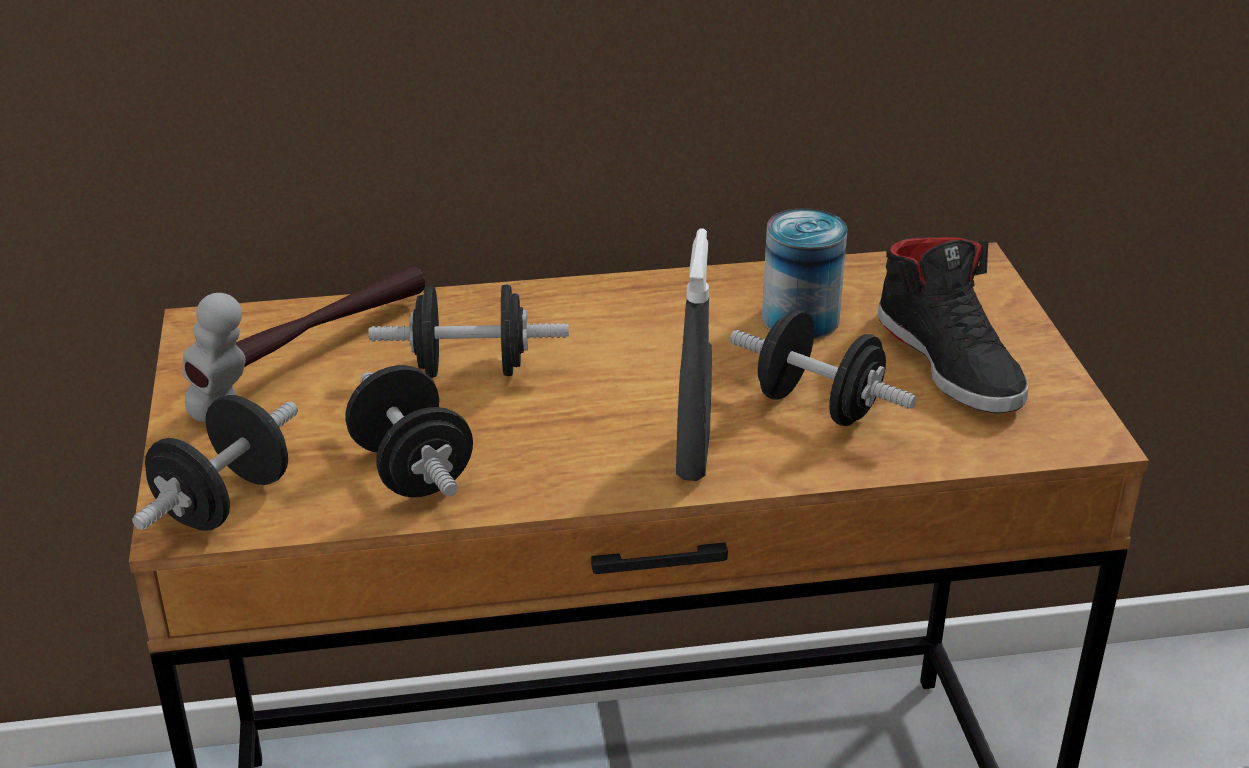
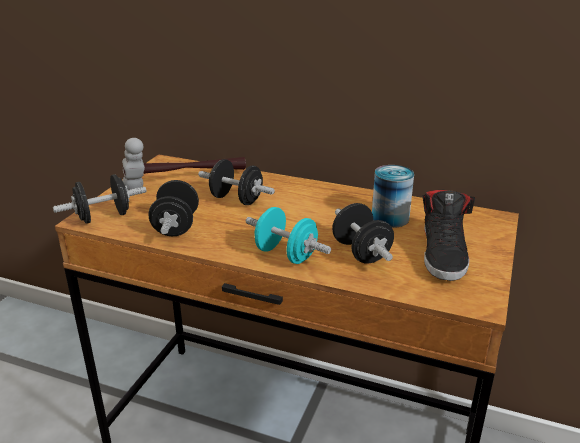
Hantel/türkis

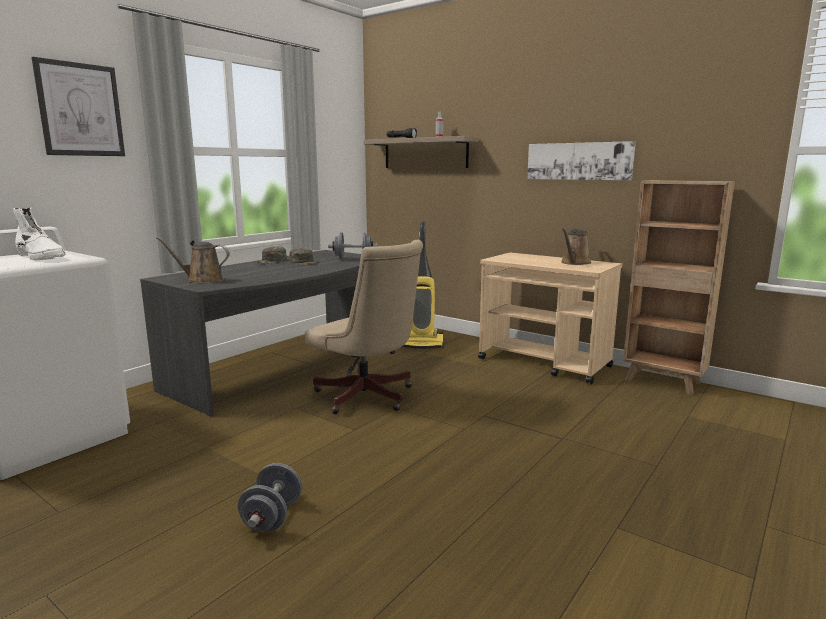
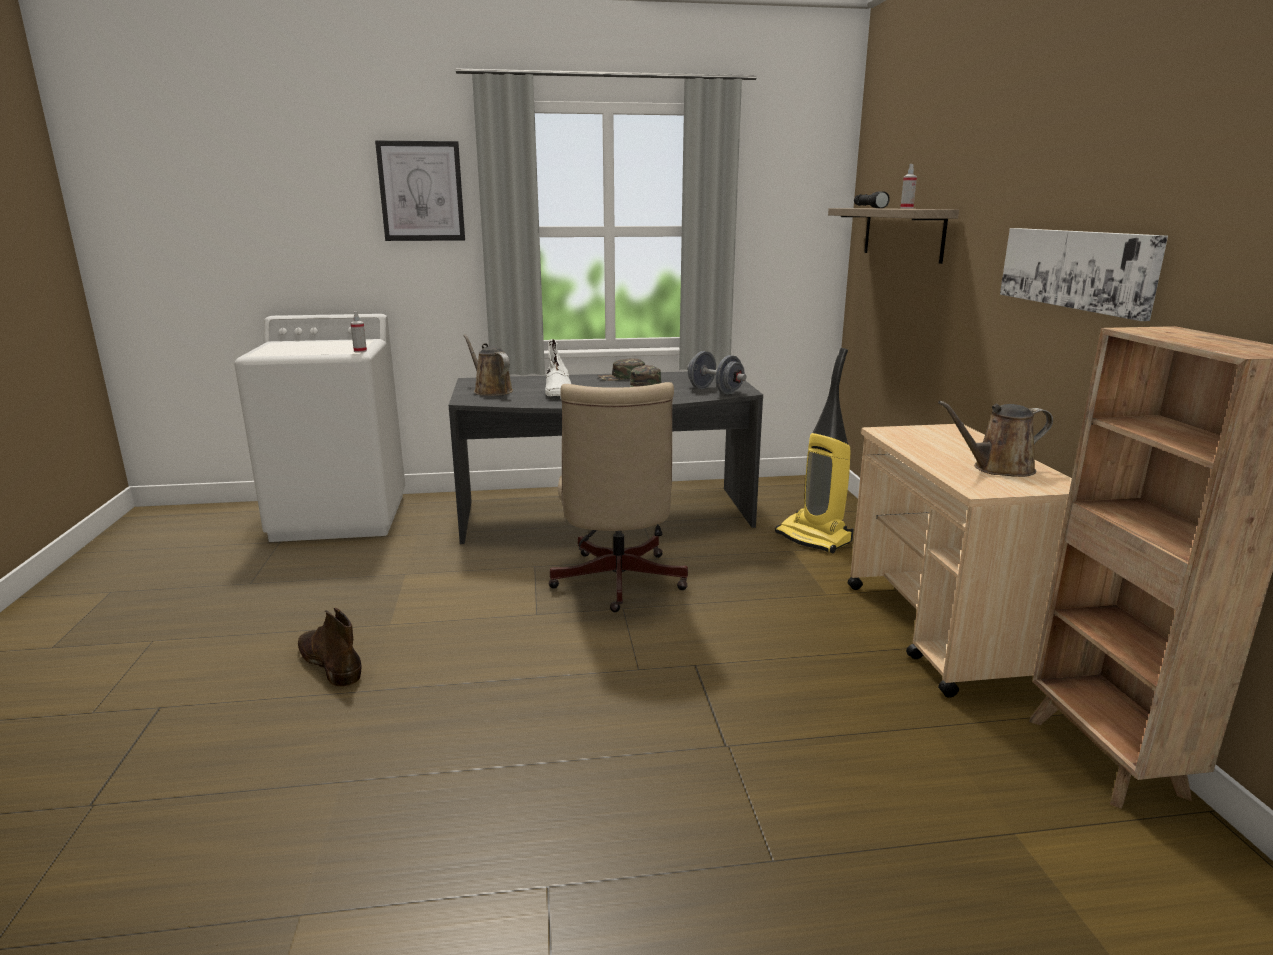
Sprühflasche (no. 1 from left)
Stiefel/weiß
Stiefel/braun

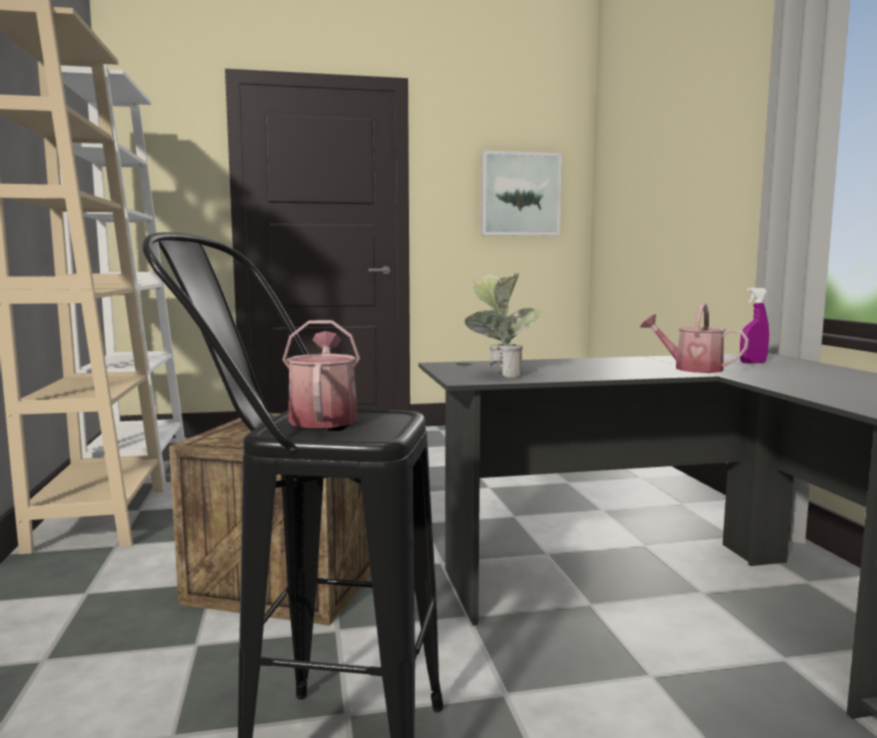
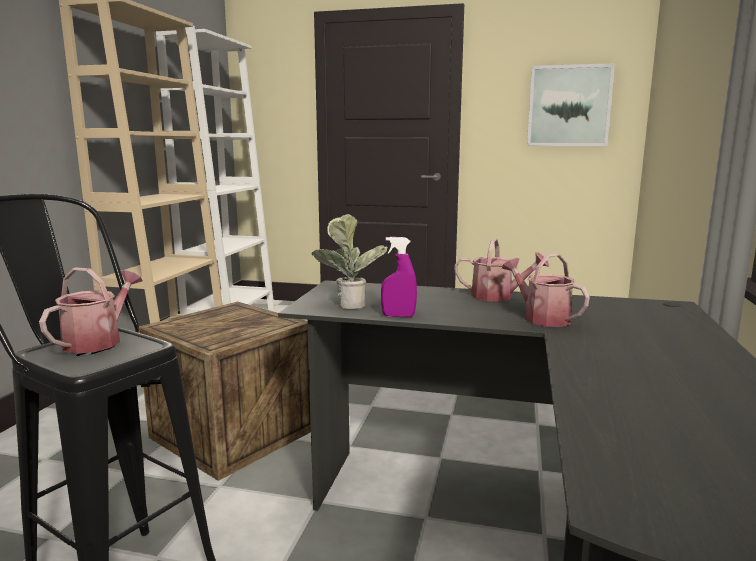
Gießkanne (no. 2 from left)
Sprühflasche/lila

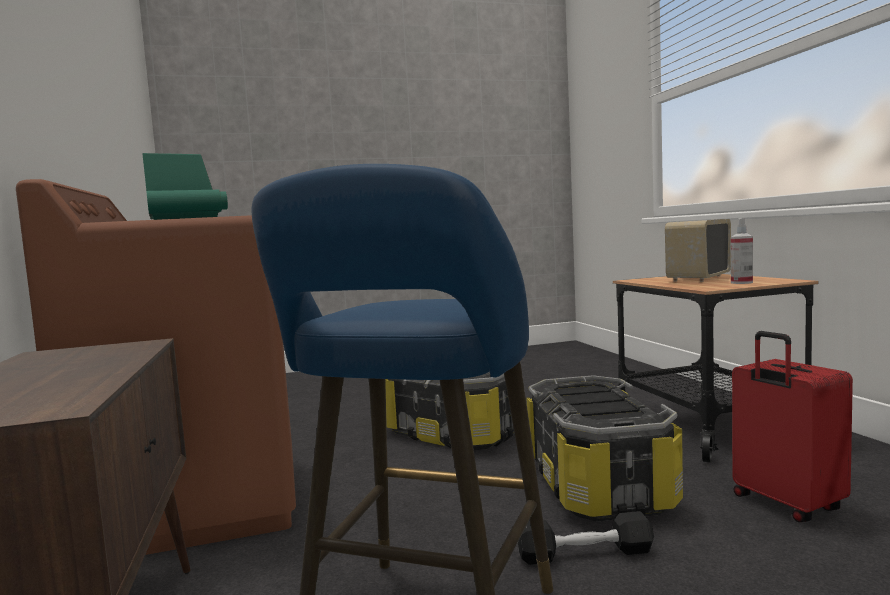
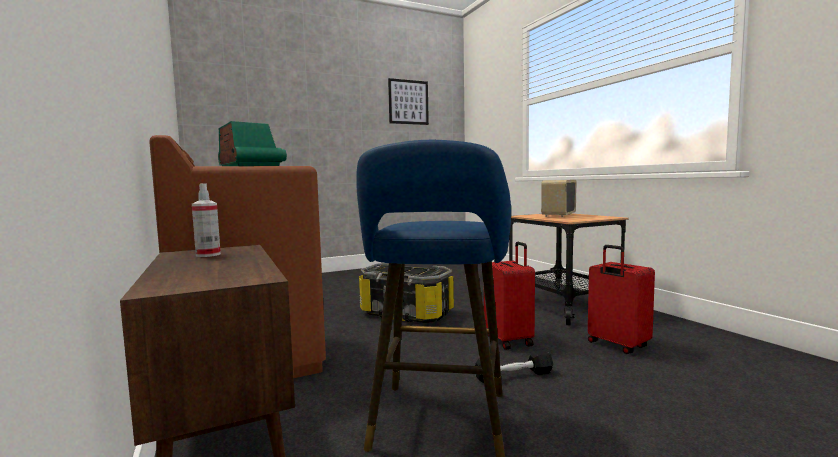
Bild
Sprühflasche
Koffer/rot (no. 1 from left)

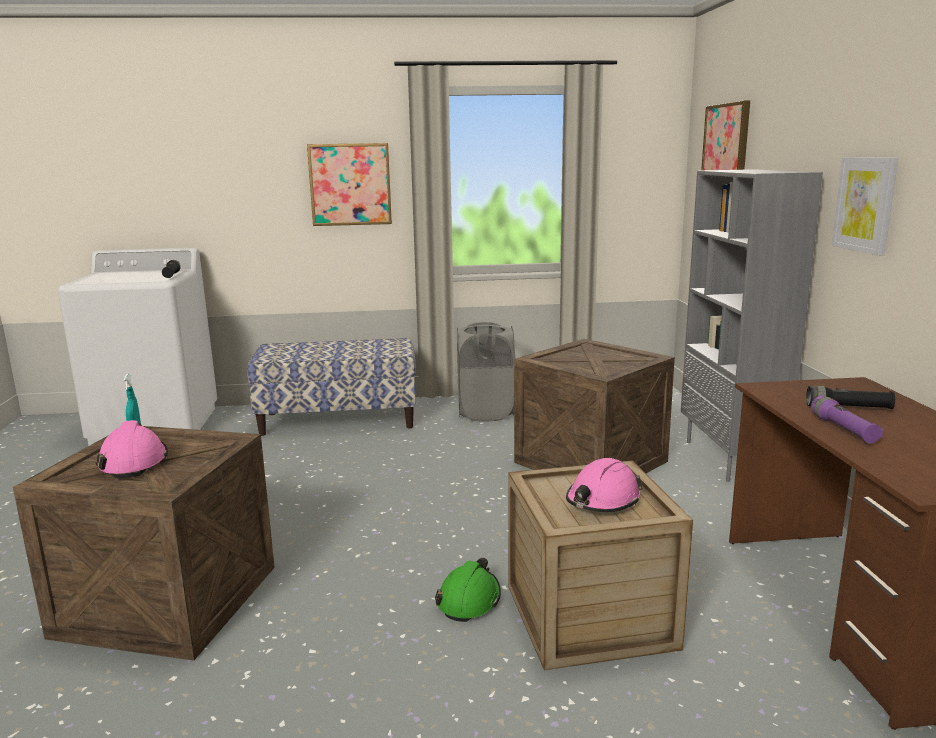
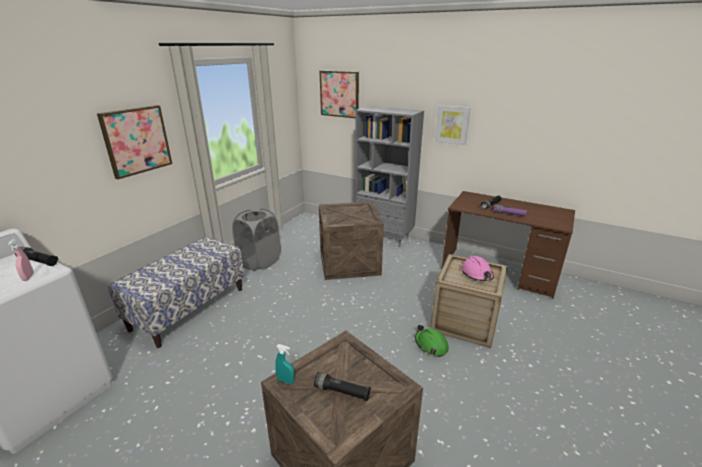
Sprühflasche/rosa
Taschenlampe/schwarz (no. 2 from left)

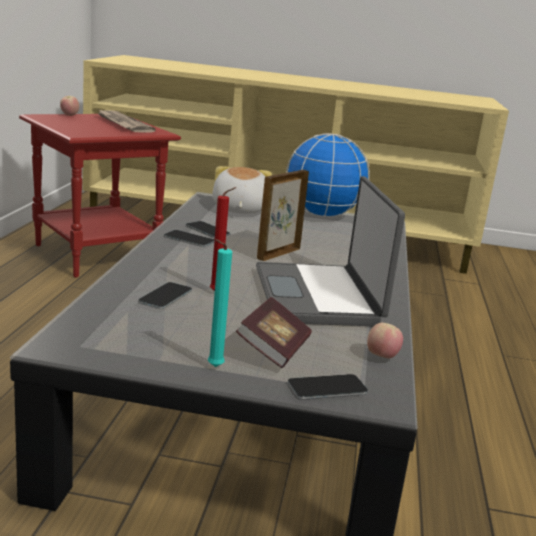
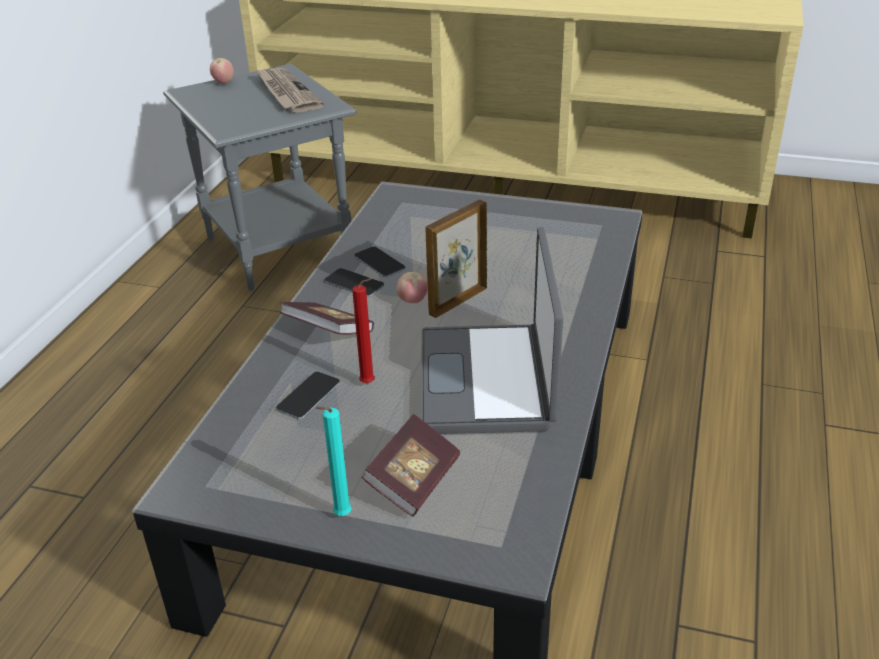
Plüschtier
Globus
Handy (no. 4 from left in the first image)
Buch (no. 1 from left)
Apfel (no. 2 from left)
Beistelltisch/grau

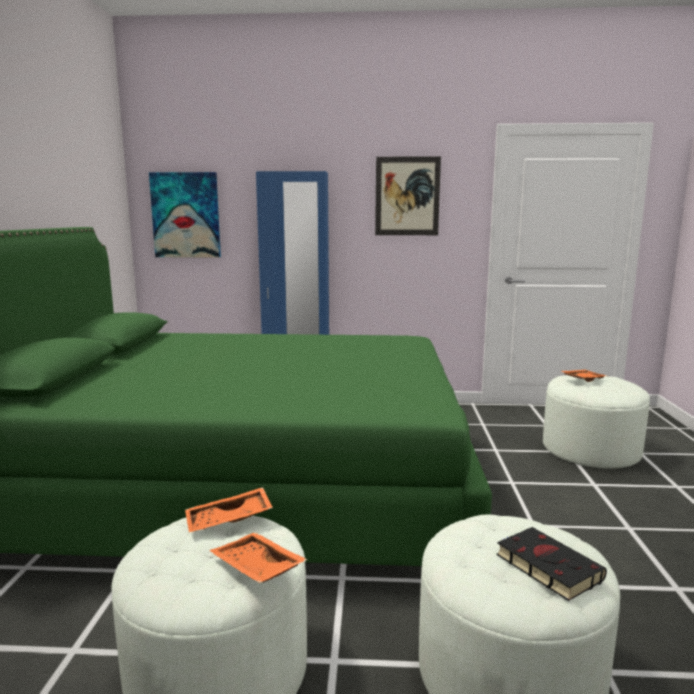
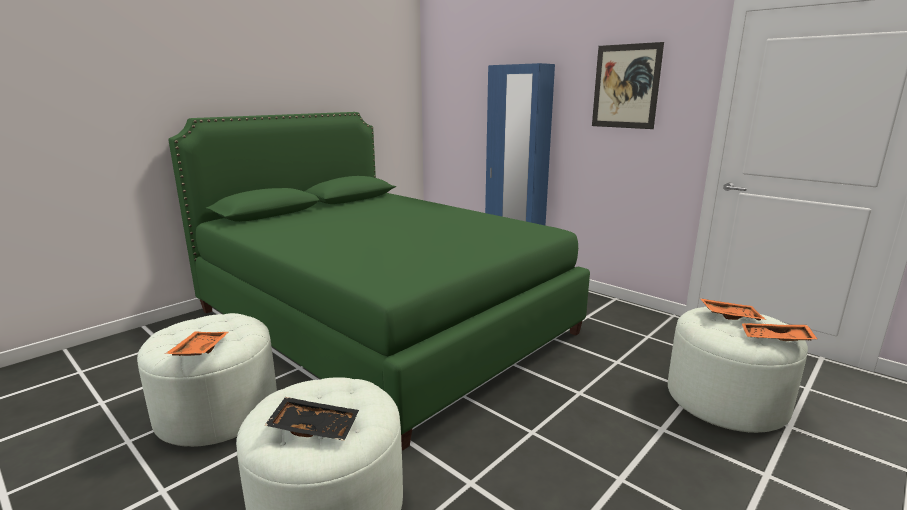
Bild (no. 1 from left in the first image)
Tablett/orange (no. 3 from left)
Tablett/schwarz

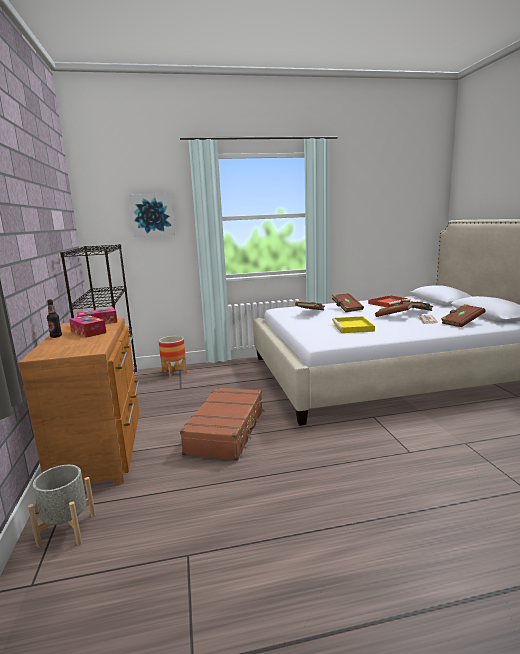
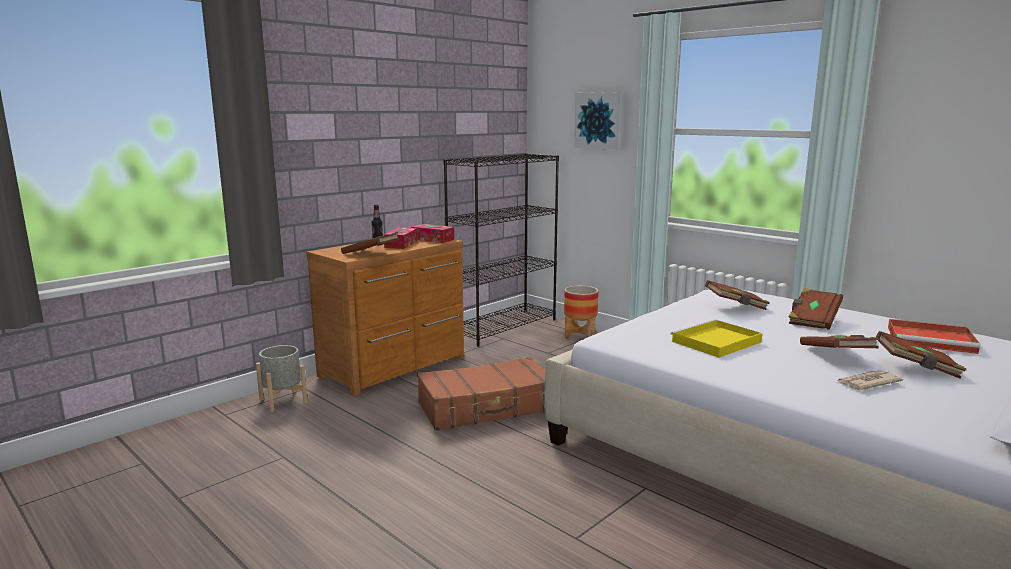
Buch/braun (no. 1 from left)

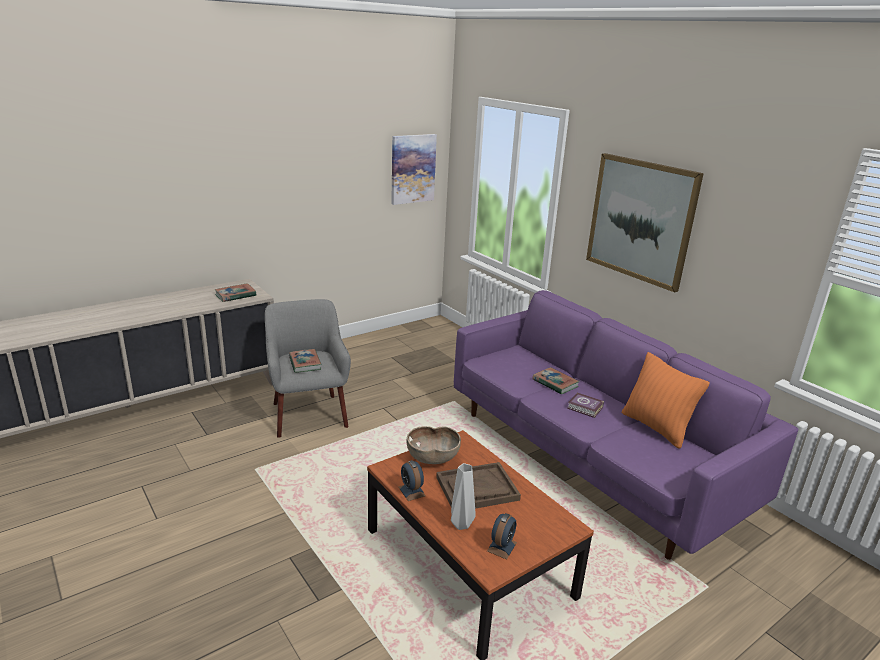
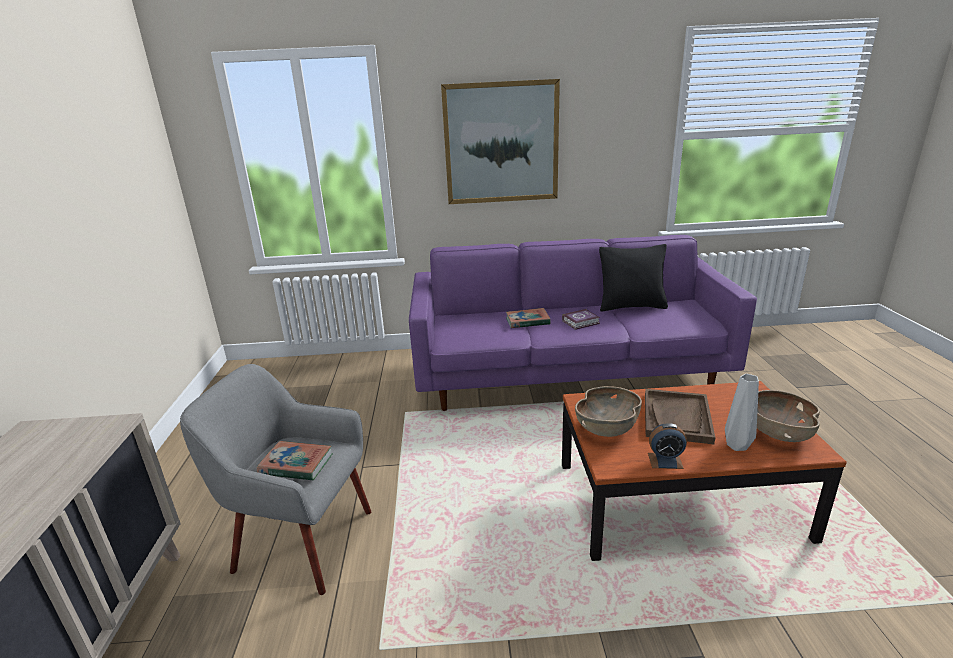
Buch (no. 1 from left in the first image)
Bild (no. 1 from left in the first image)
Schüssel/braun (no. 2 from left)
Kissen/schwarz

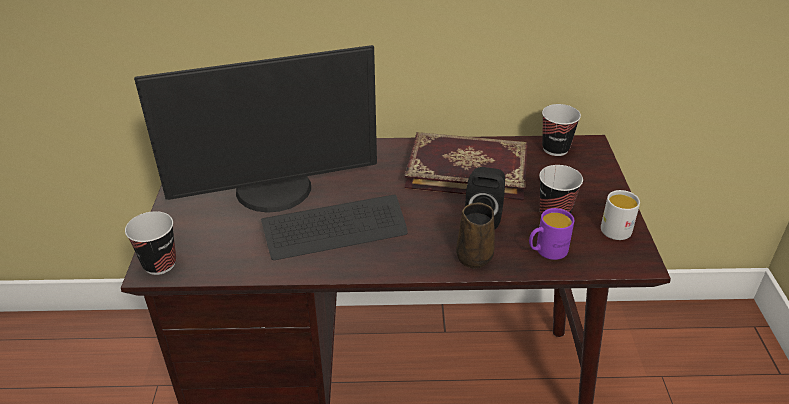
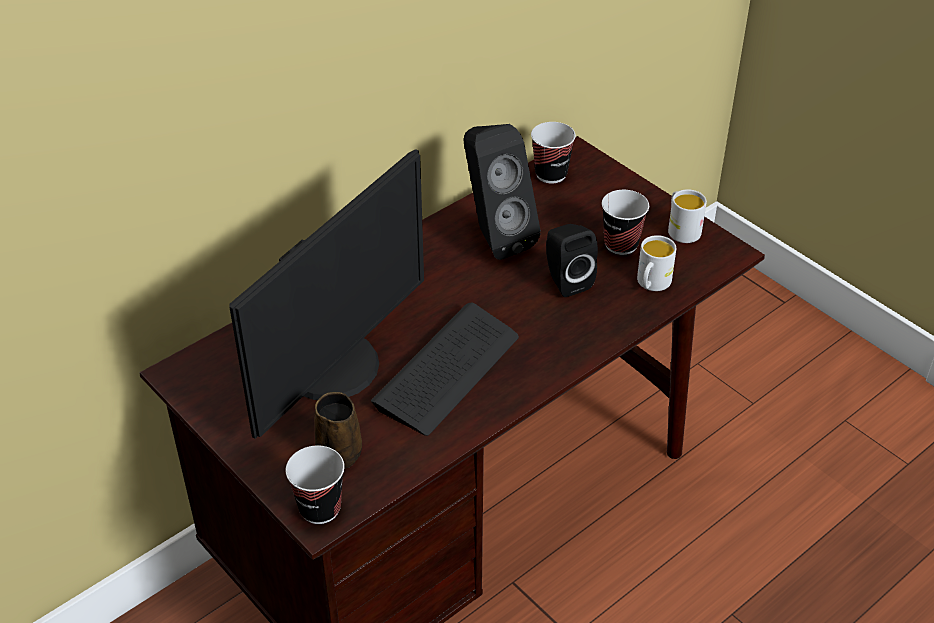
Henkelbecher/braun
Lautsprecher/schwarz (no. 1 from left)
Henkelbecher/weiß (no. 1 from left)

